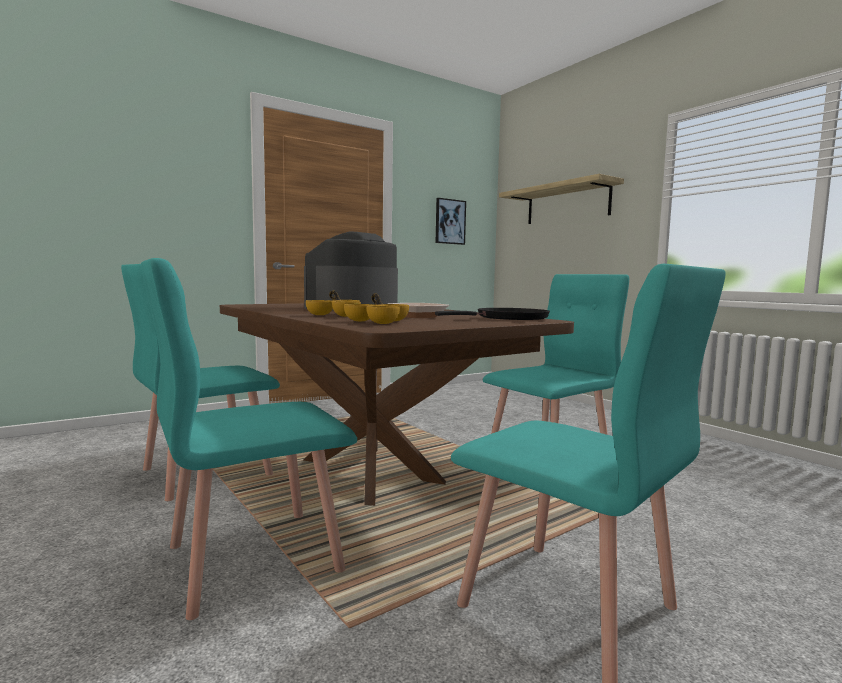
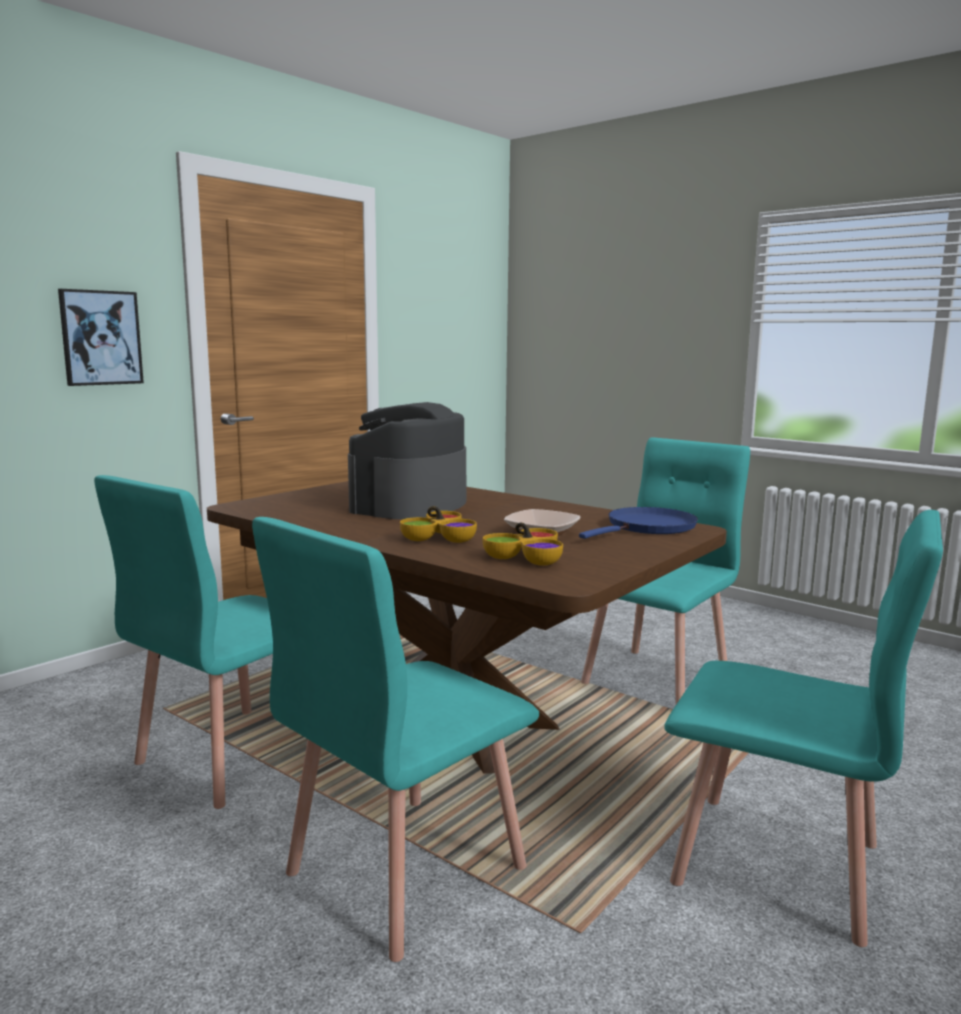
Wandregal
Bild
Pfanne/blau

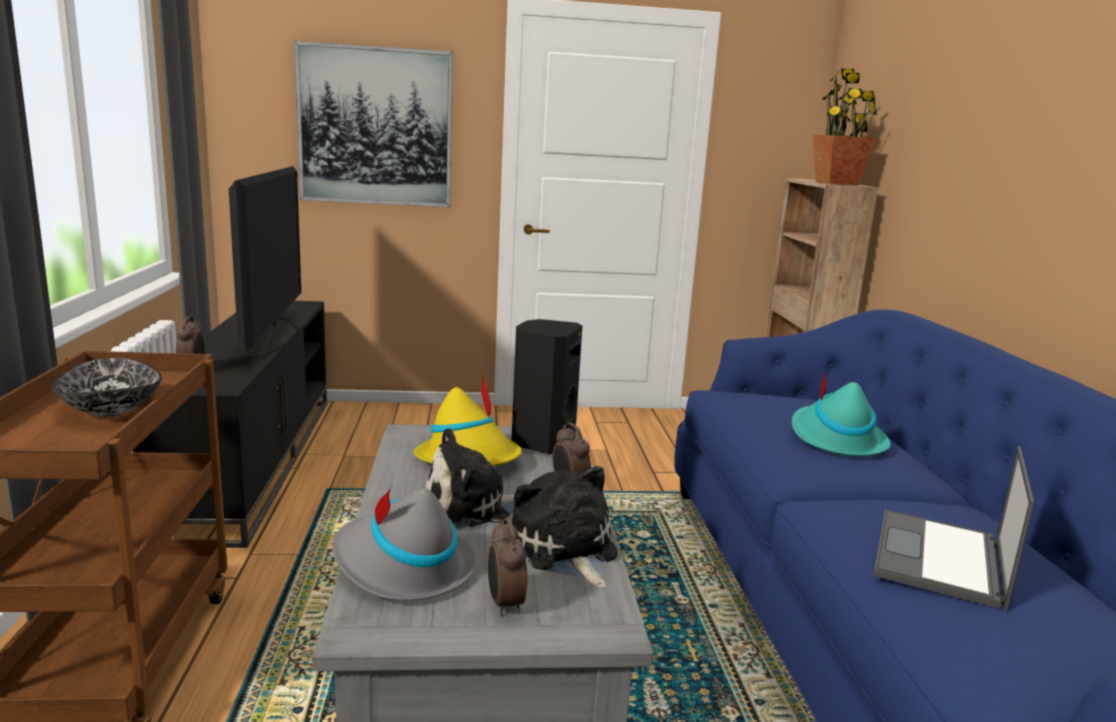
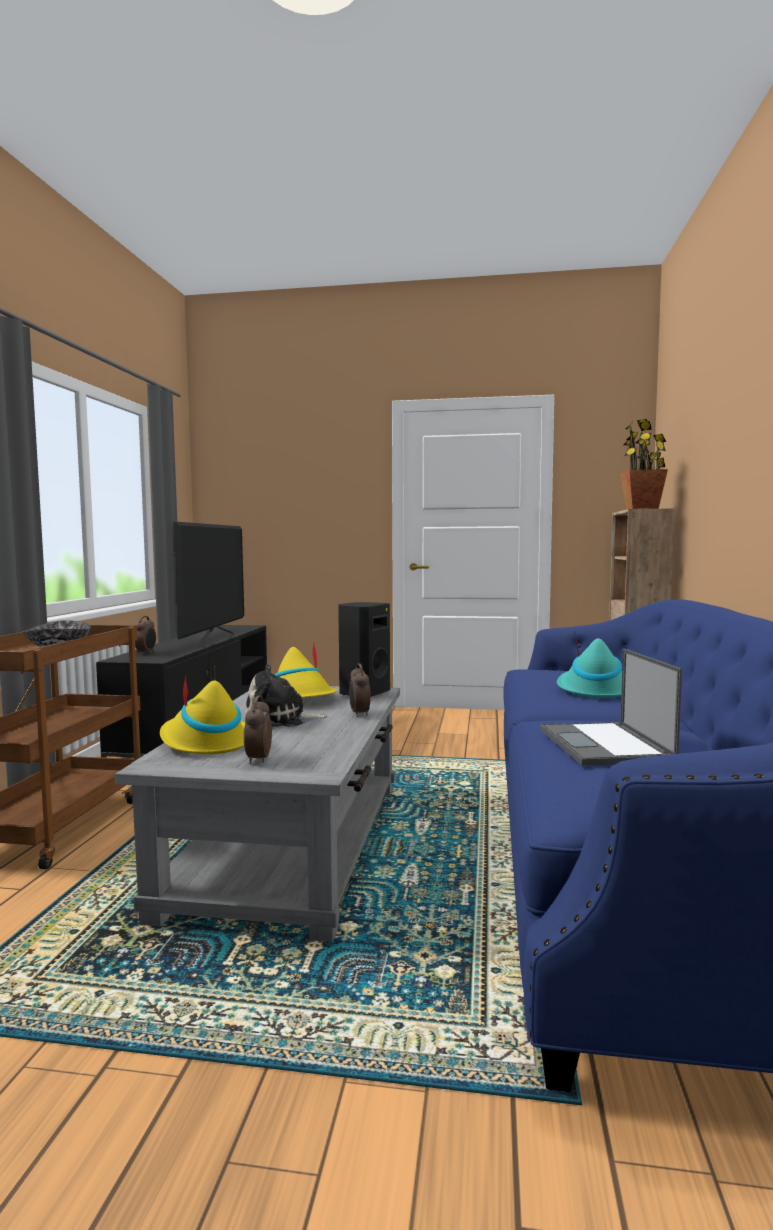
Bild
Plüschtier (no. 2 from left in the first image)
Hut/gelb (no. 1 from left)
Laptop

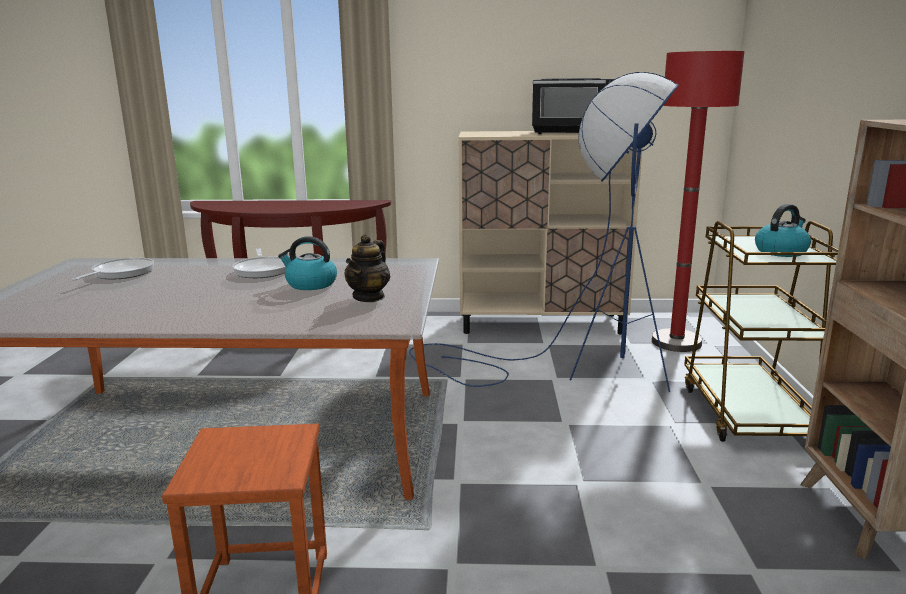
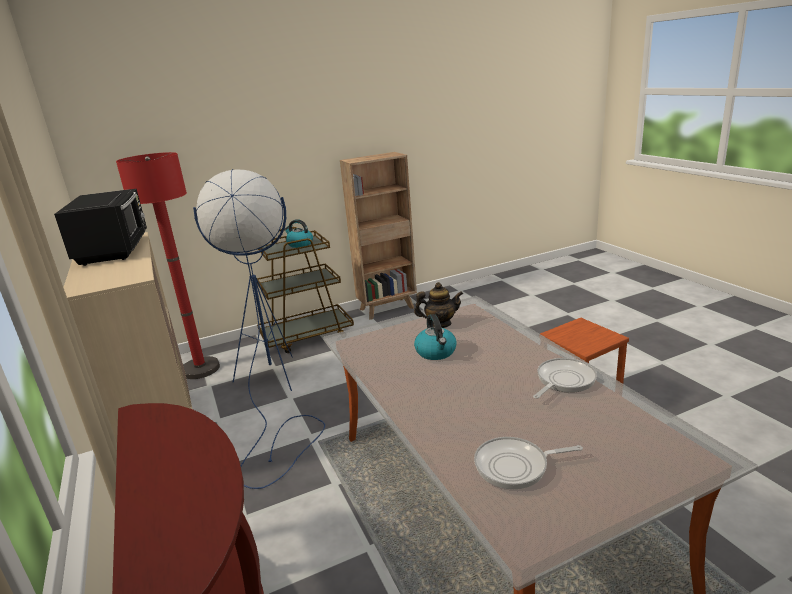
Pfanne (no. 2 from left)

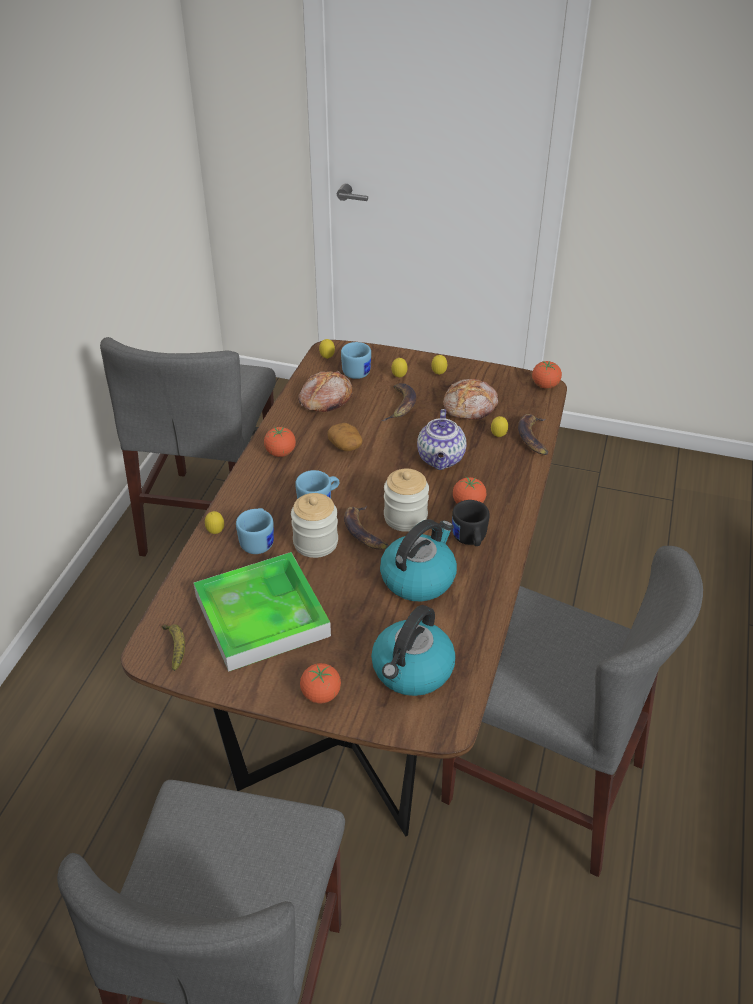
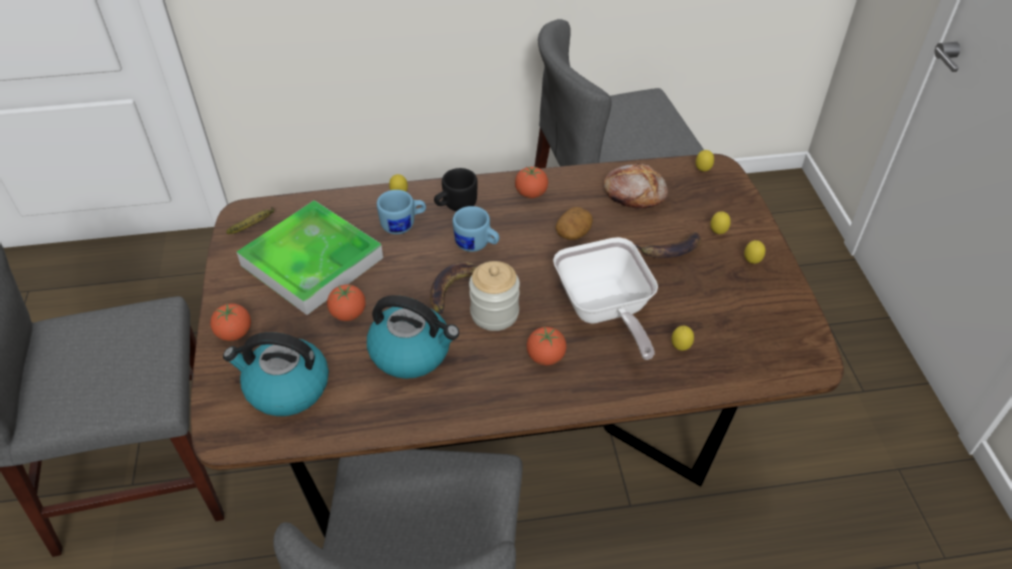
Vorratsglas (no. 1 from left in the first image)
Henkelbecher/blau (no. 3 from left in the first image)
Brot (no. 2 from left in the first image)
Banane (no. 4 from left in the first image)
Henkelbecher/schwarz
Tomate (no. 2 from left)
Pfanne

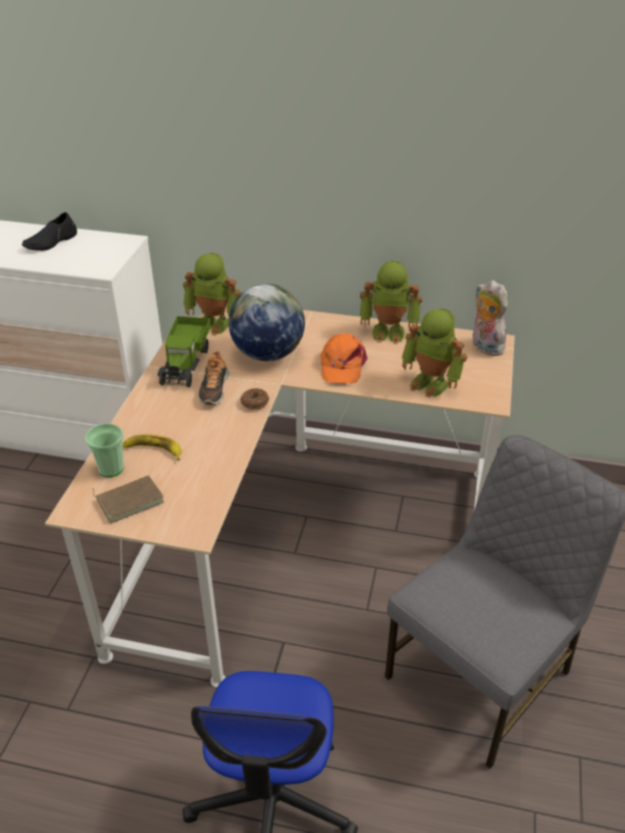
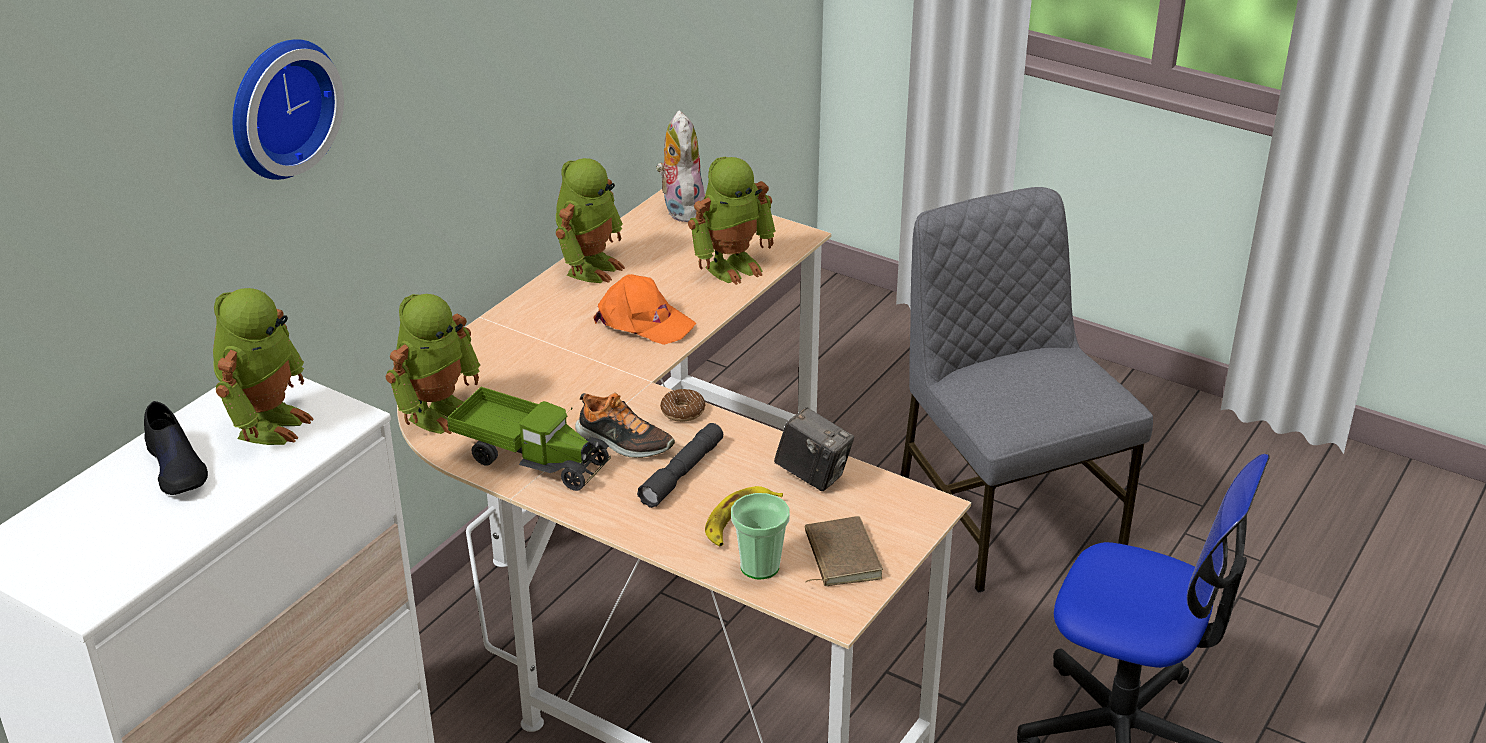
Globus
Spielzeugroboter (no. 1 from left)
Wanduhr
Taschenlampe/grau
Kamera
Plüschtier

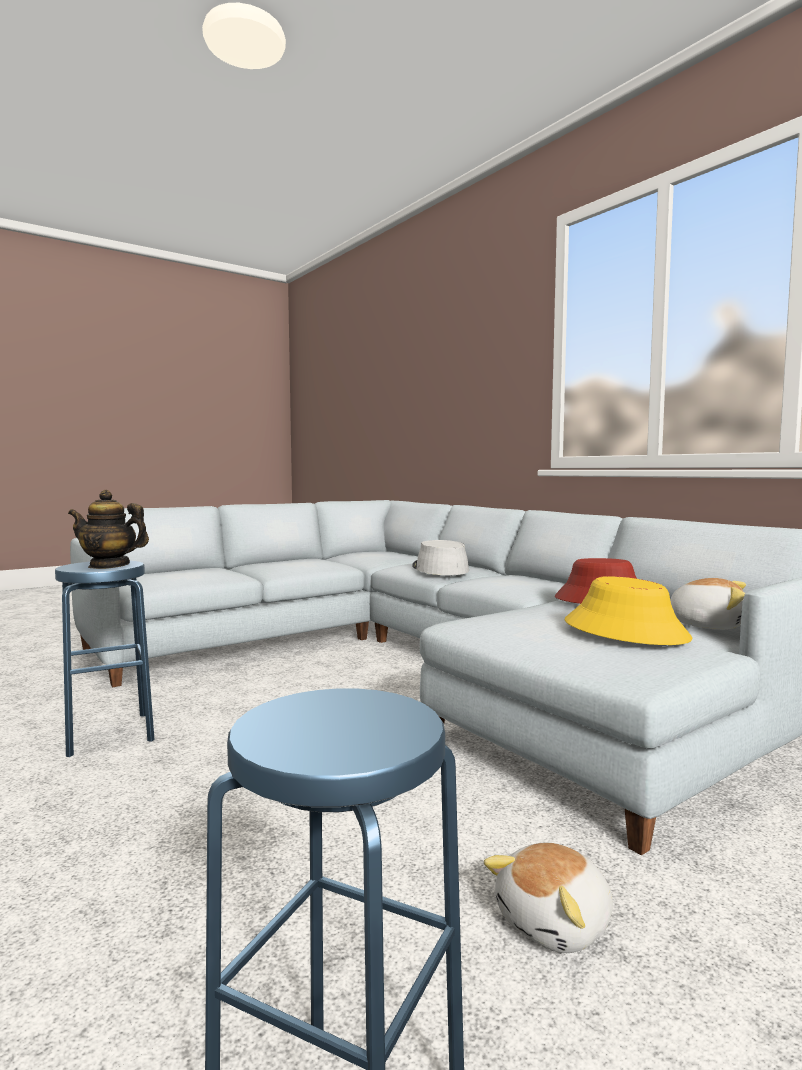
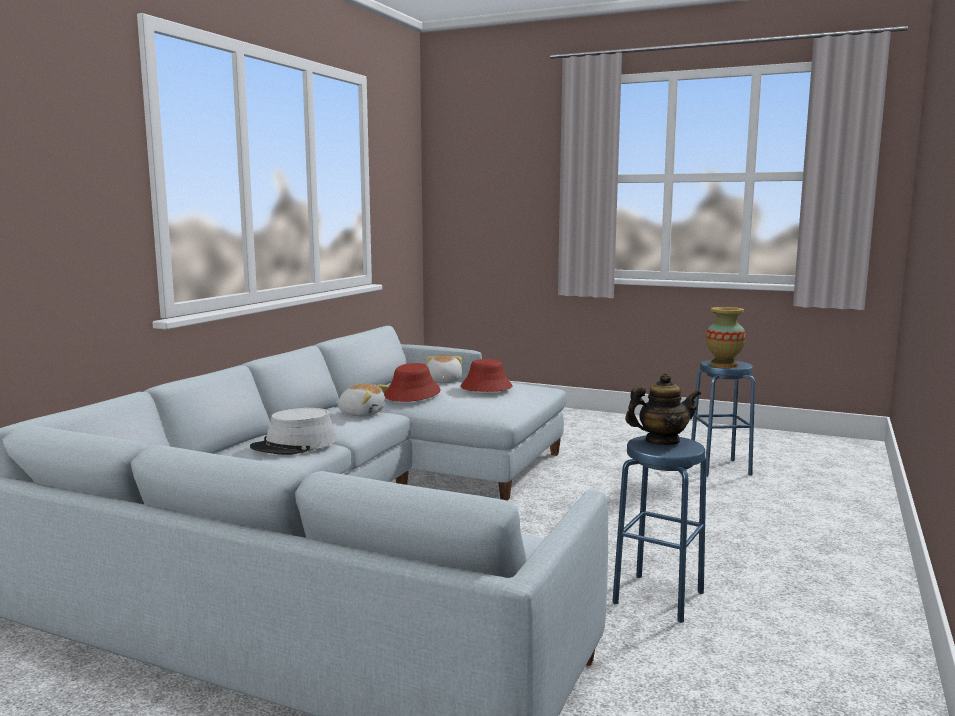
Vase
Plüschtier (no. 1 from left)
Hut/rot (no. 2 from left)
Teekanne

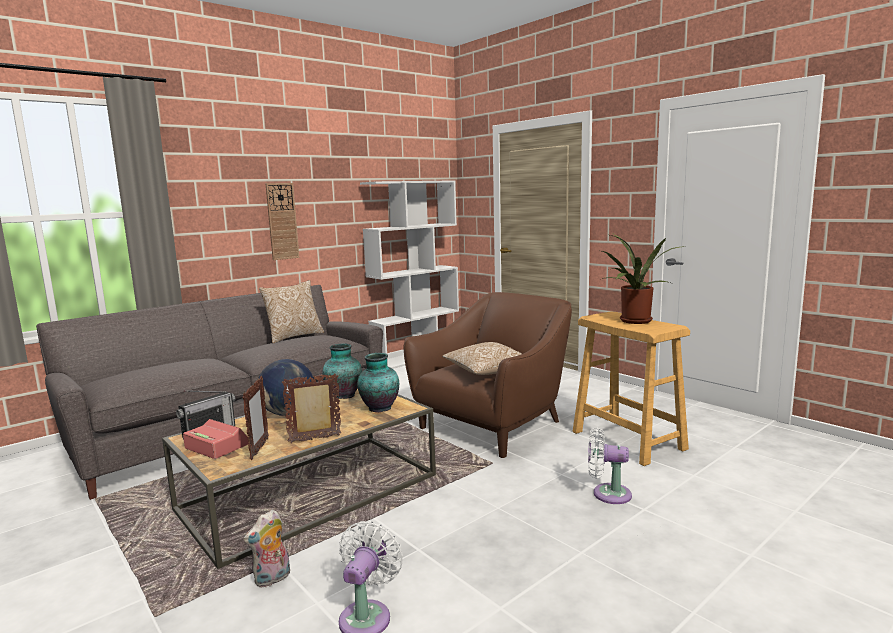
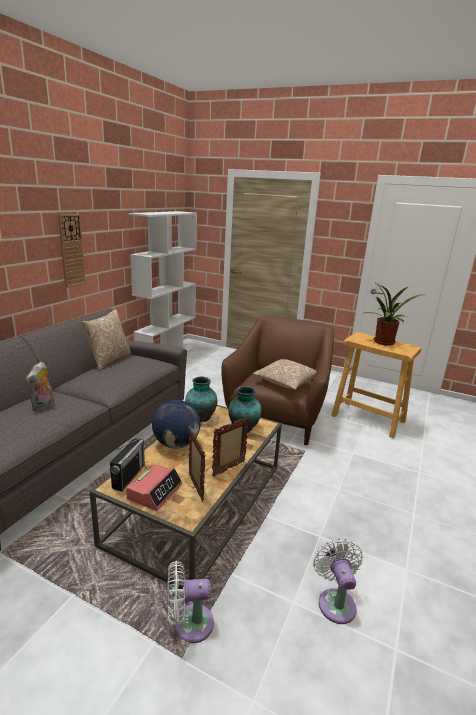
Plüschtier
Ventilator/weiß (no. 1 from left)
Wecker

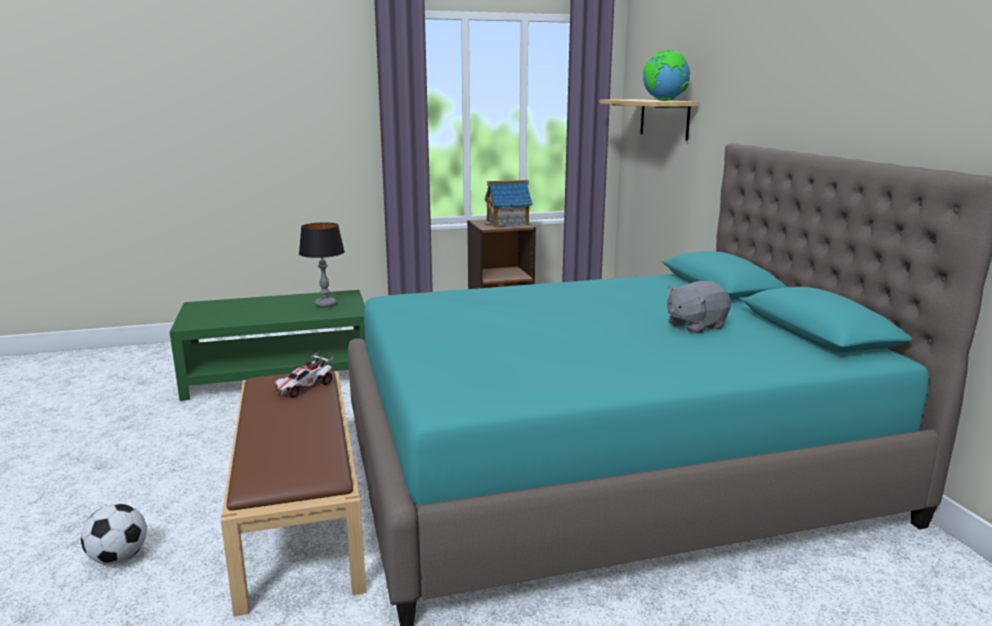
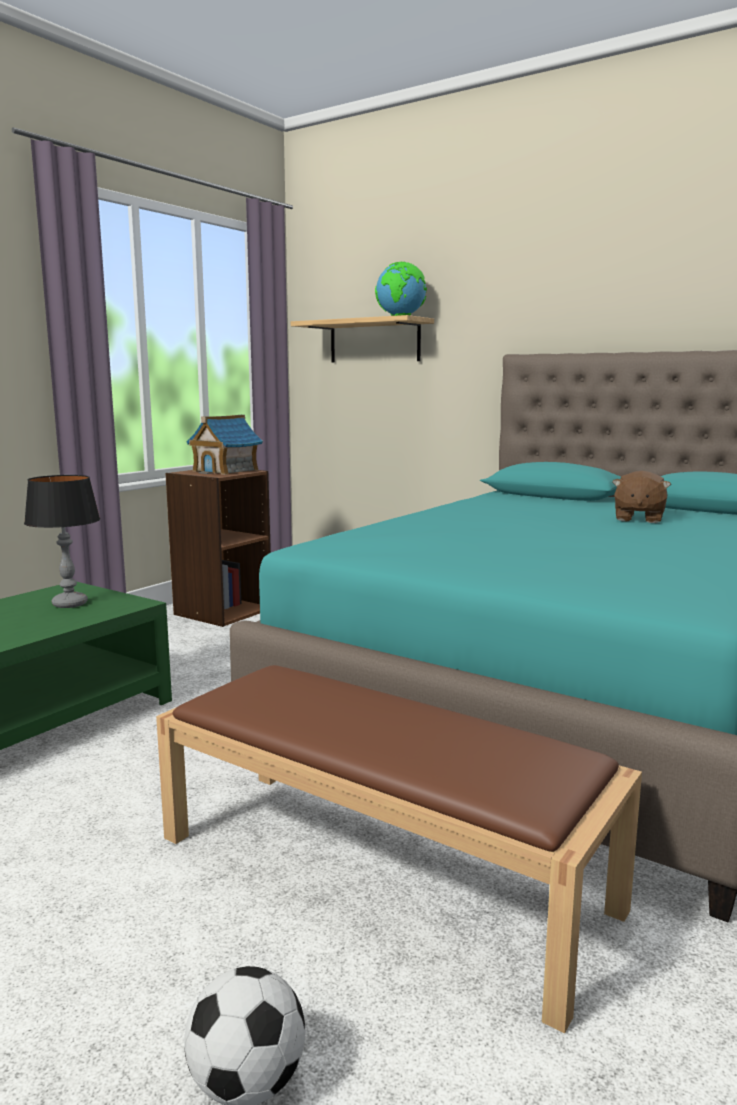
Spielzeugauto
Plüschtier/braun

